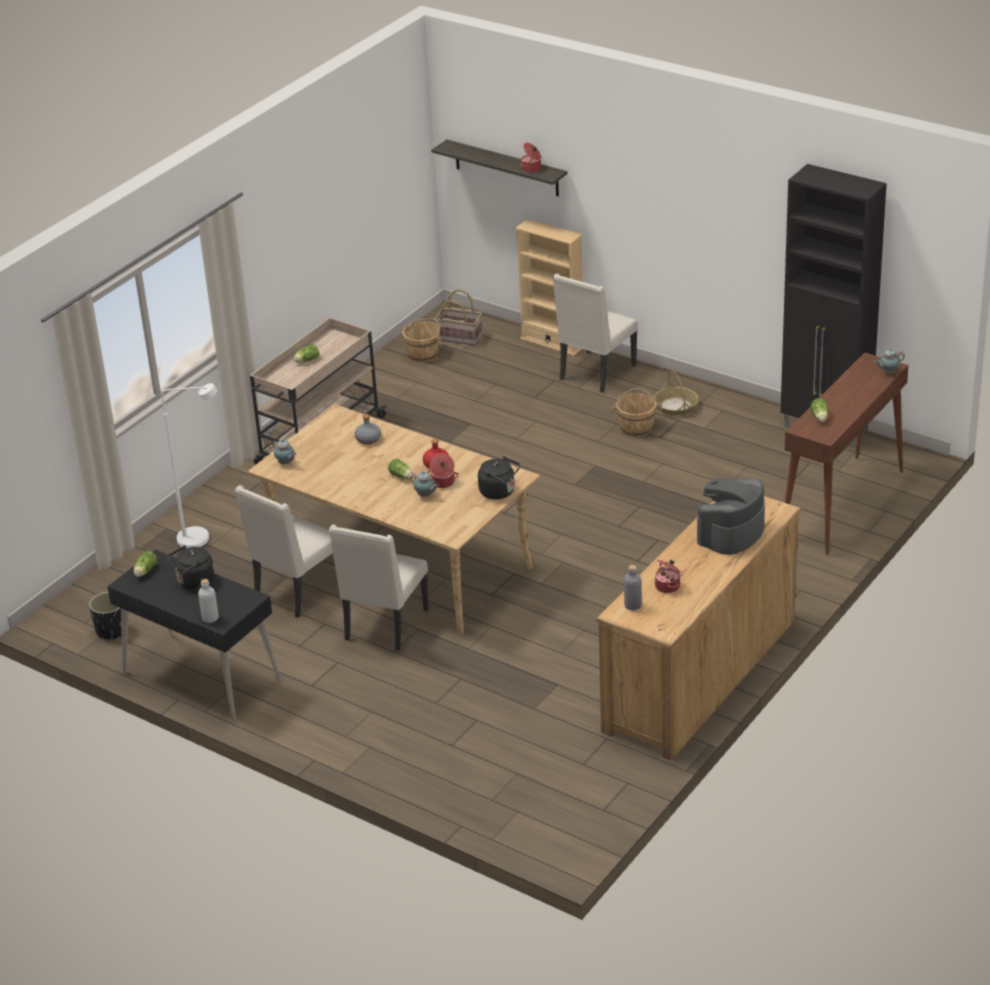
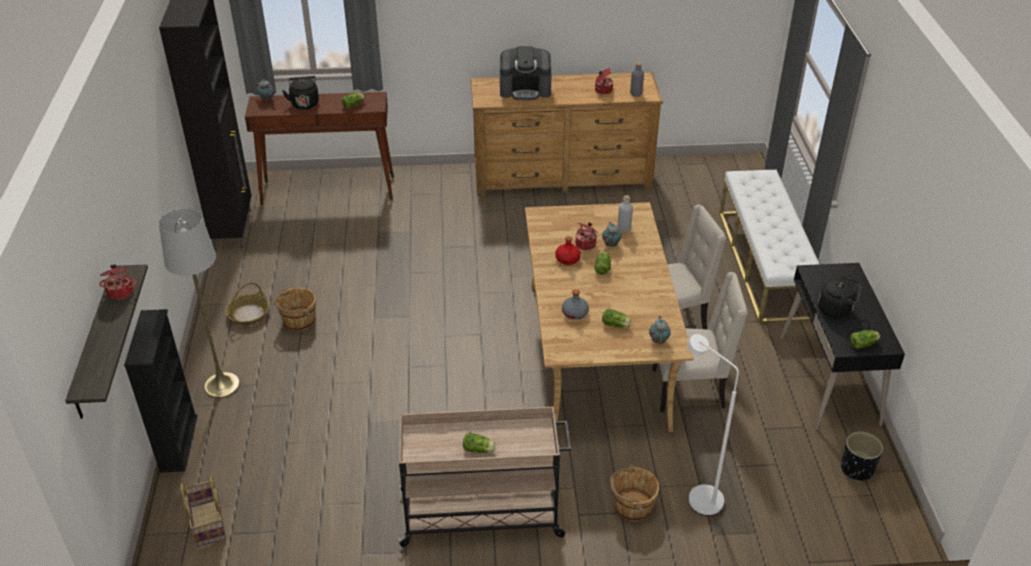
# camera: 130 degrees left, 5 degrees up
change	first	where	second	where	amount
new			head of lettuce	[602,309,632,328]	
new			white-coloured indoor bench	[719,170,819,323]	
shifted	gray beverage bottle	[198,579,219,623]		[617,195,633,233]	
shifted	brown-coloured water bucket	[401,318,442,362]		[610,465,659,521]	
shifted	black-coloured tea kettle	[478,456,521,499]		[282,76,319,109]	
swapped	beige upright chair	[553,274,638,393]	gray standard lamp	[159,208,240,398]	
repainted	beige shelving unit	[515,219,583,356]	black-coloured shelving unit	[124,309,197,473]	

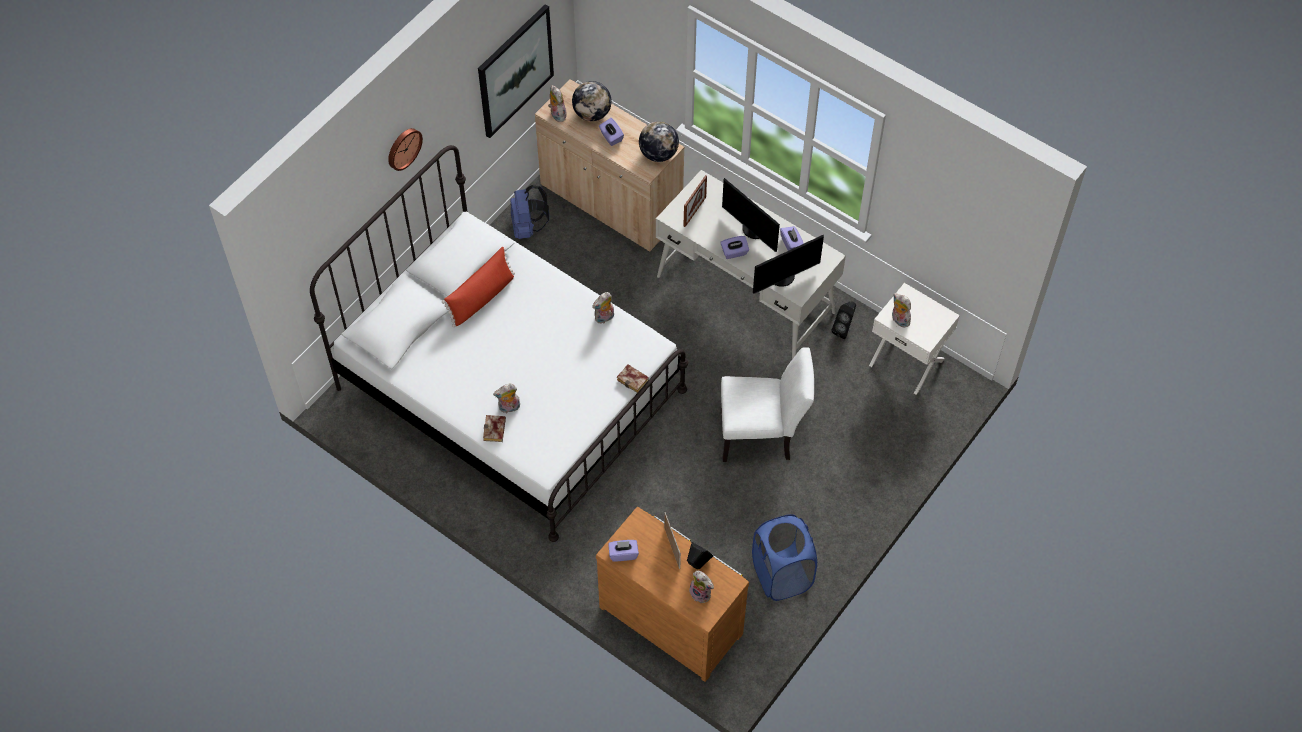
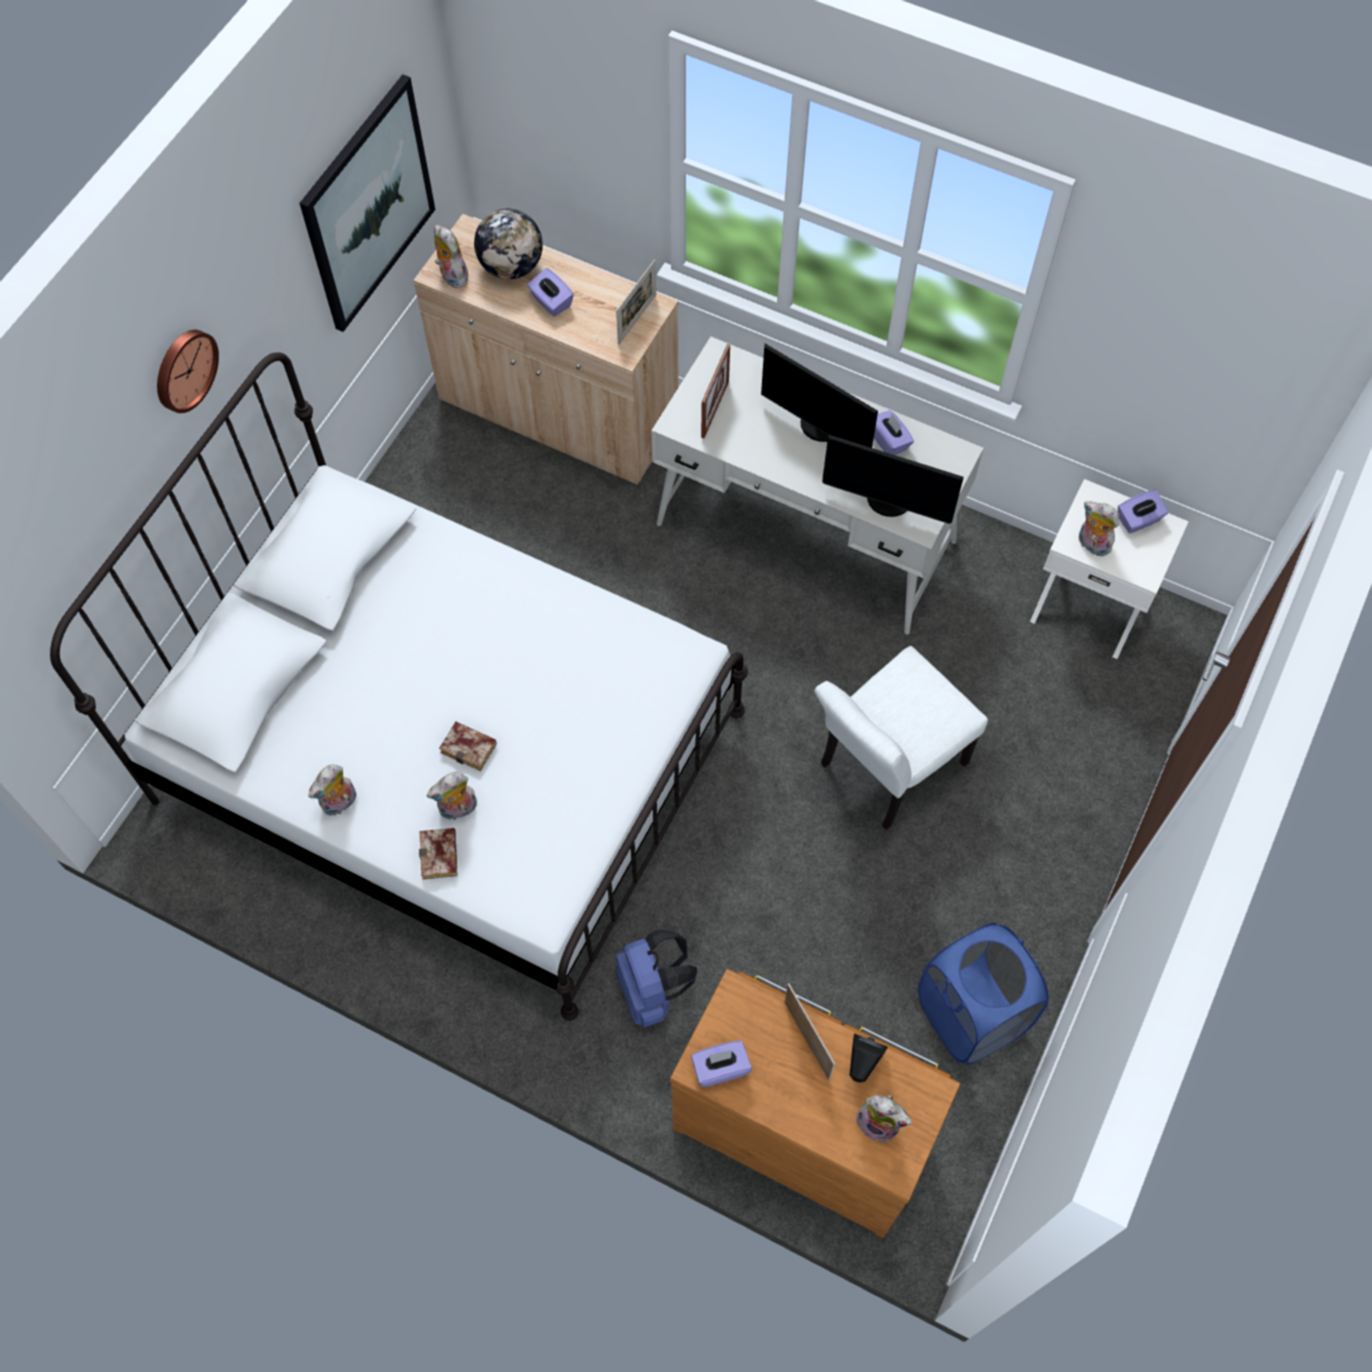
# camera: 10 degrees left, 5 degrees up
change	first	where	second	where	amount
gone	reddish pillow	[442,247,515,327]			
gone	black-coloured audio speaker	[831,301,856,339]			
shifted	bluish knapsack	[510,185,549,239]		[615,930,697,1028]	
shifted	plush toy	[592,292,614,324]		[308,764,356,816]	
shifted	volume	[617,364,649,393]		[439,721,497,771]	
shifted	purplish box of tissues	[720,236,749,259]		[1118,490,1168,533]	
swapped	desk globe	[639,121,679,162]	photo frame	[616,260,656,345]	
rotated	white-coloured upright chair	[721,347,814,462]		[814,646,988,830]	150 degrees clockwise
rotated	computer screen	[753,235,824,294]		[822,434,964,524]	60 degrees clockwise

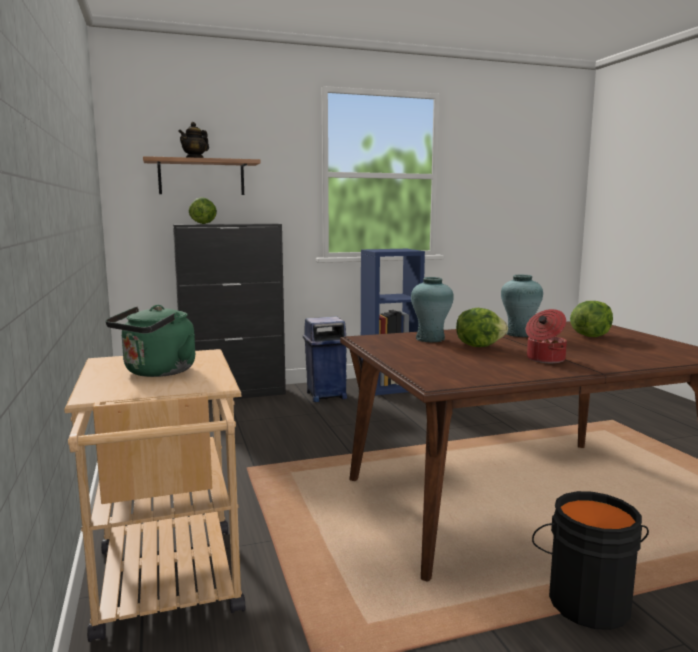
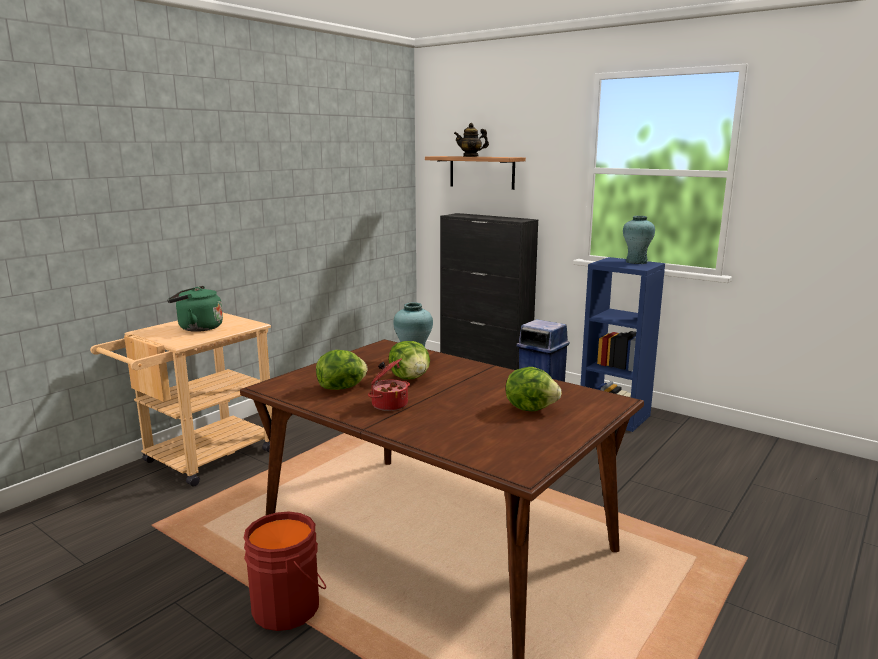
# camera: 55 degrees right, 5 degrees up
change	first	where	second	where	amount
shifted	head of lettuce	[189,197,217,224]		[316,350,367,390]	
shifted	blue-green vase	[501,274,543,337]		[623,216,655,264]	
repainted	black-coloured water bucket	[532,491,649,630]	reddish water bucket	[244,511,326,631]	

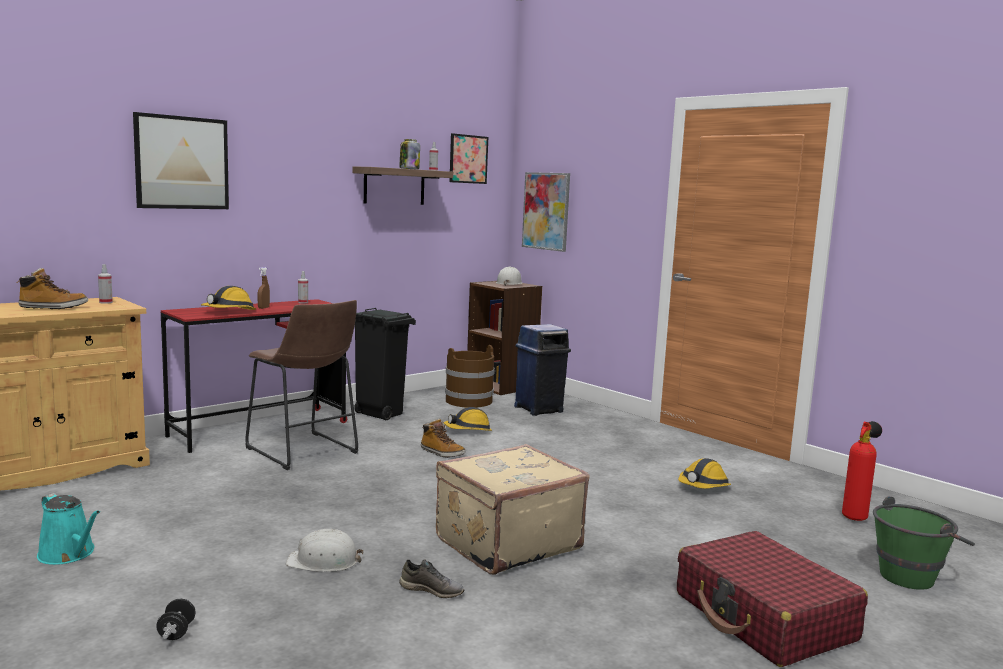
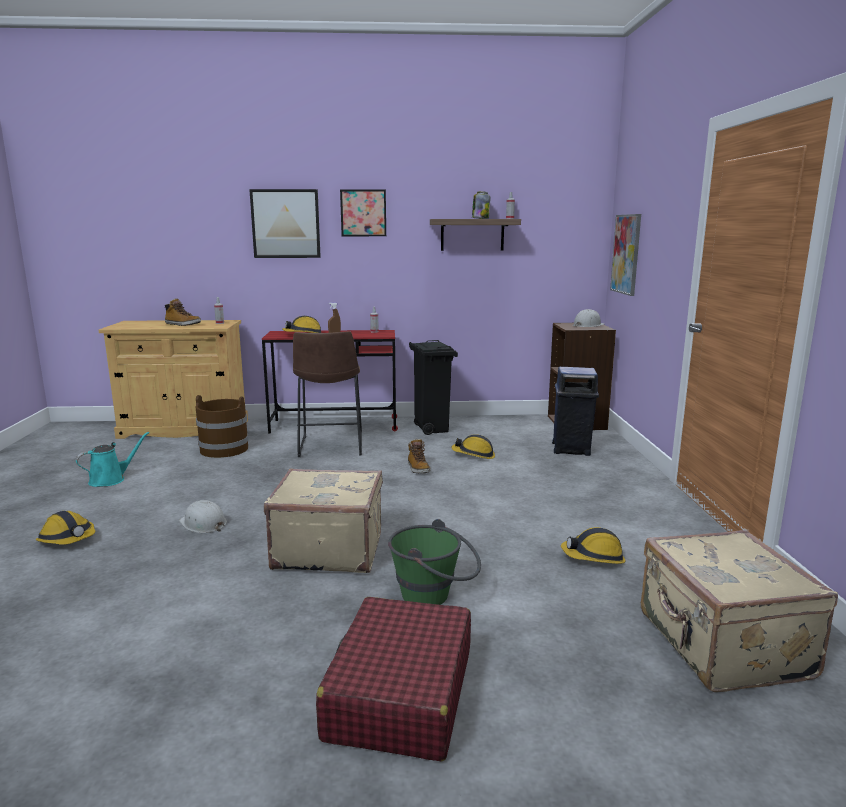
# camera: 40 degrees right, 5 degrees up
change	first	where	second	where	amount
gone	gray low shoe	[399,559,464,598]			
shifted	brown-coloured water bucket	[445,345,495,408]		[196,395,249,458]	
shifted	wall art	[449,133,488,184]		[340,189,386,236]	
shifted	green water bucket	[873,496,975,590]		[388,519,481,605]	
swapped	black-coloured hand weight	[156,599,196,640]	safety helmet	[36,511,95,545]	
swapped	fire-fighting cylinder	[842,421,882,521]	beige suitcase	[641,530,838,692]	
rotated	blue-green watering pot	[37,493,100,565]		[76,432,149,487]	120 degrees counterclockwise

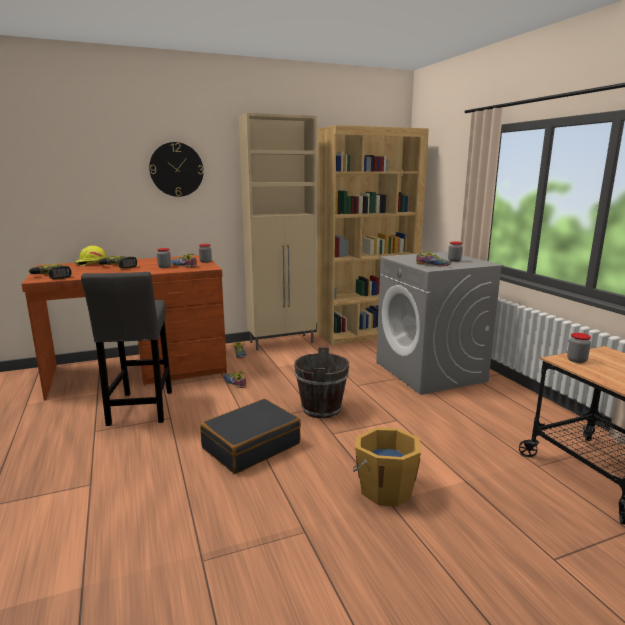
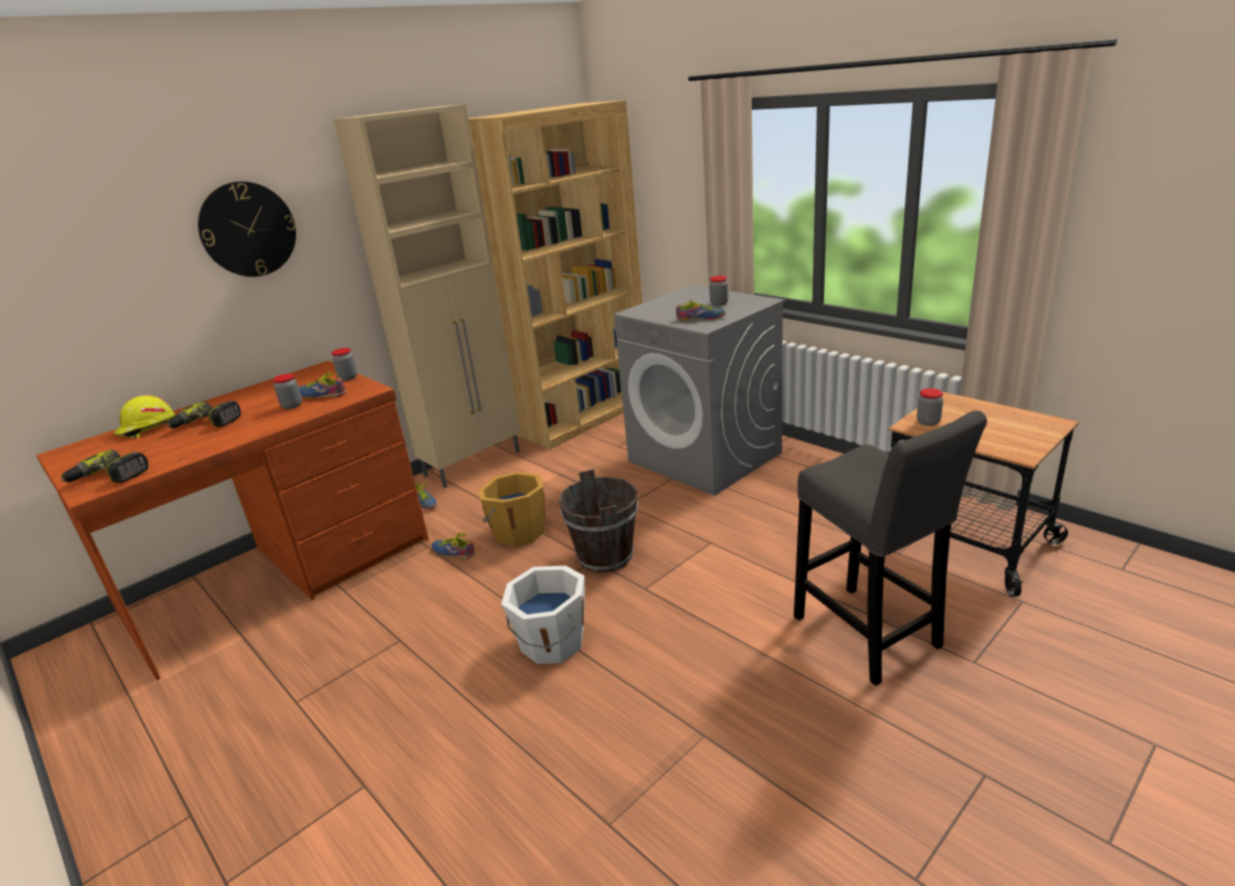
# camera: 20 degrees left, 10 degrees up
change	first	where	second	where	amount
shifted	gray sitting stool	[81,272,172,426]		[794,411,987,686]	
shifted	orange-coloured water bucket	[353,428,421,507]		[478,472,545,547]	
swapped	black-coloured suitcase	[200,399,301,474]	white-coloured water bucket	[501,566,585,664]	

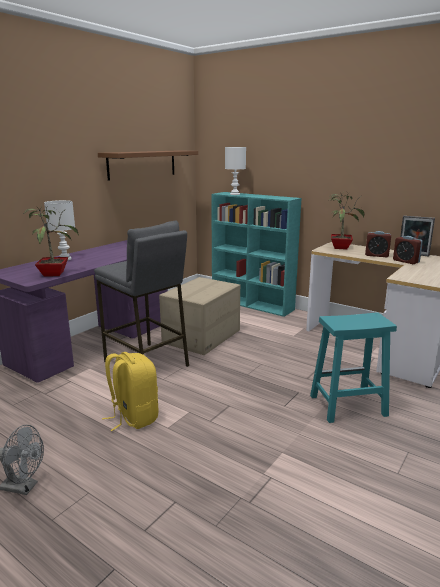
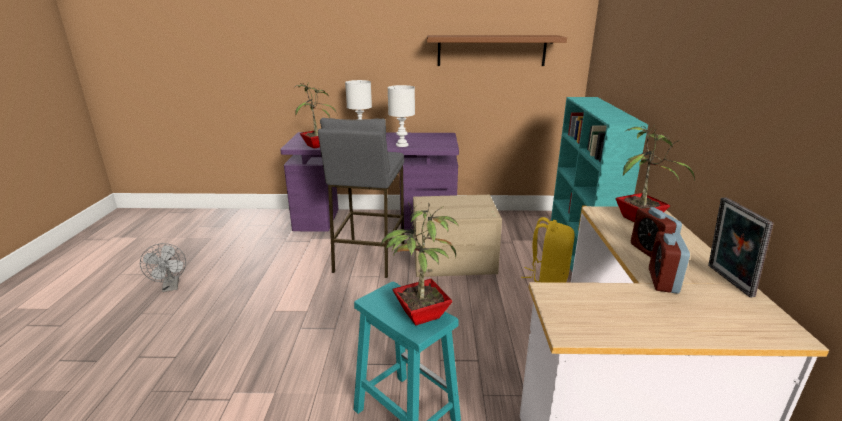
# camera: 55 degrees right, 5 degrees up
change	first	where	second	where	amount
new			houseplant	[380,203,459,325]	
shifted	yellow knapsack	[102,352,158,431]		[521,217,574,283]	
shifted	white-coloured tabletop lamp	[225,147,246,195]		[388,85,415,147]	

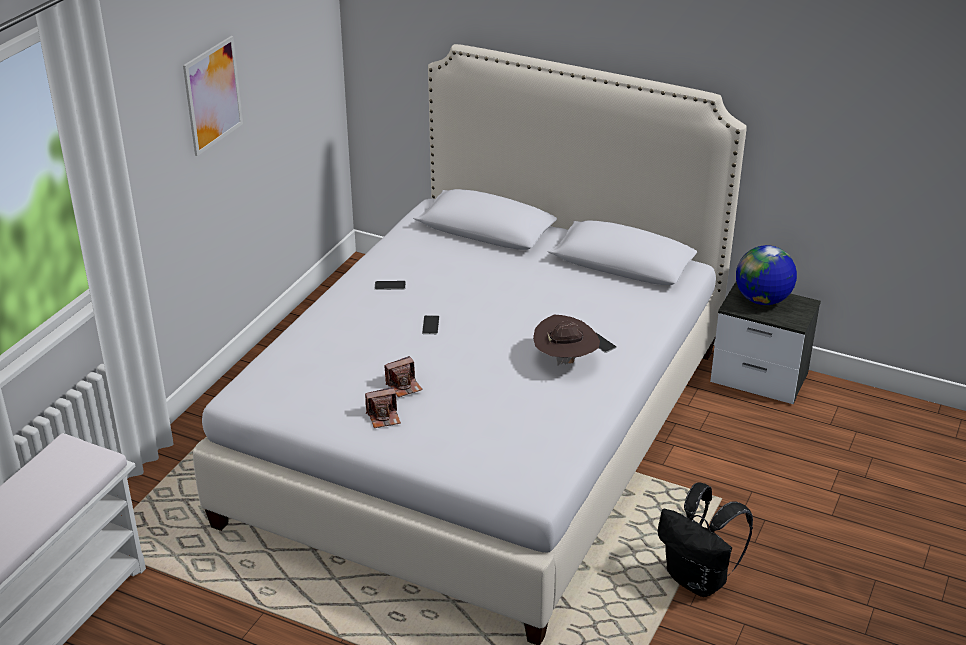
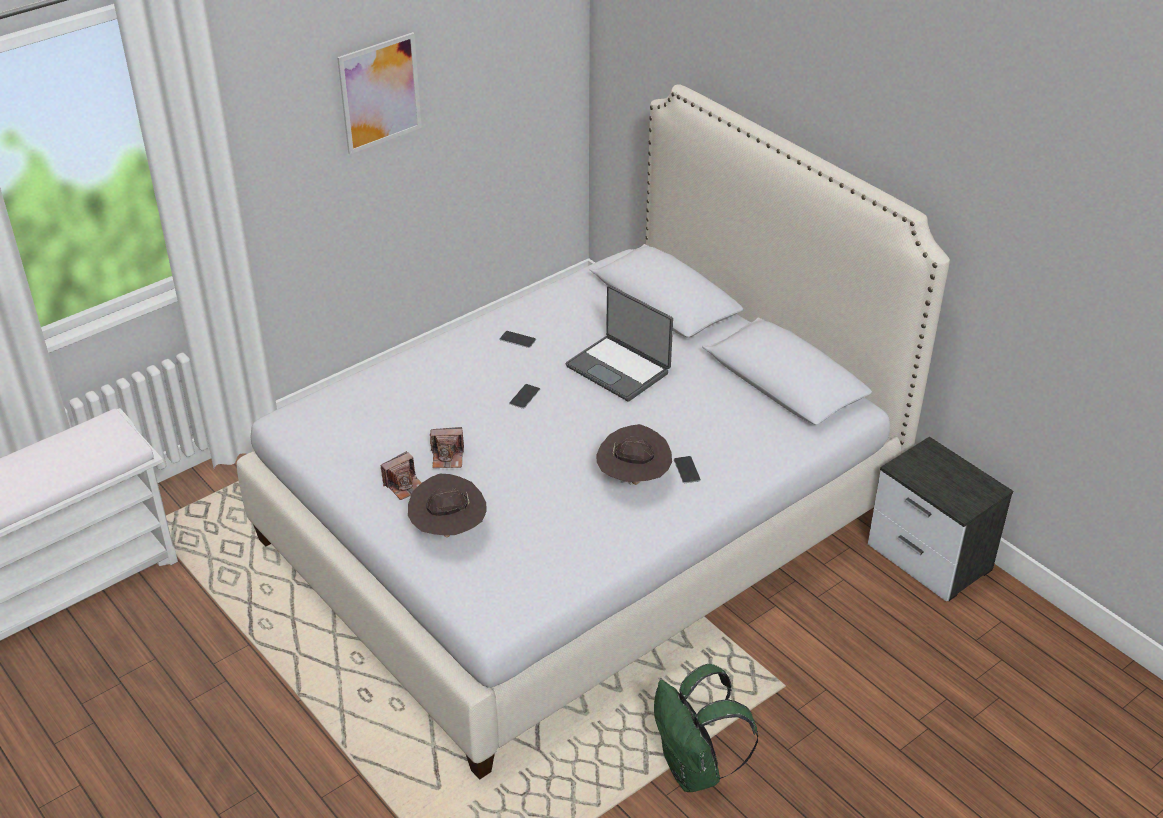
# camera: 25 degrees right, 5 degrees up
change	first	where	second	where	amount
gone	desk globe	[736,245,797,305]			
new			brown-coloured clothing hat	[408,474,487,537]	
new			laptop	[565,285,673,402]	
repainted	black-coloured knapsack	[658,482,753,597]	green knapsack	[654,664,758,792]	
rotated	photo camera	[365,387,401,428]		[380,451,421,500]	45 degrees counterclockwise

